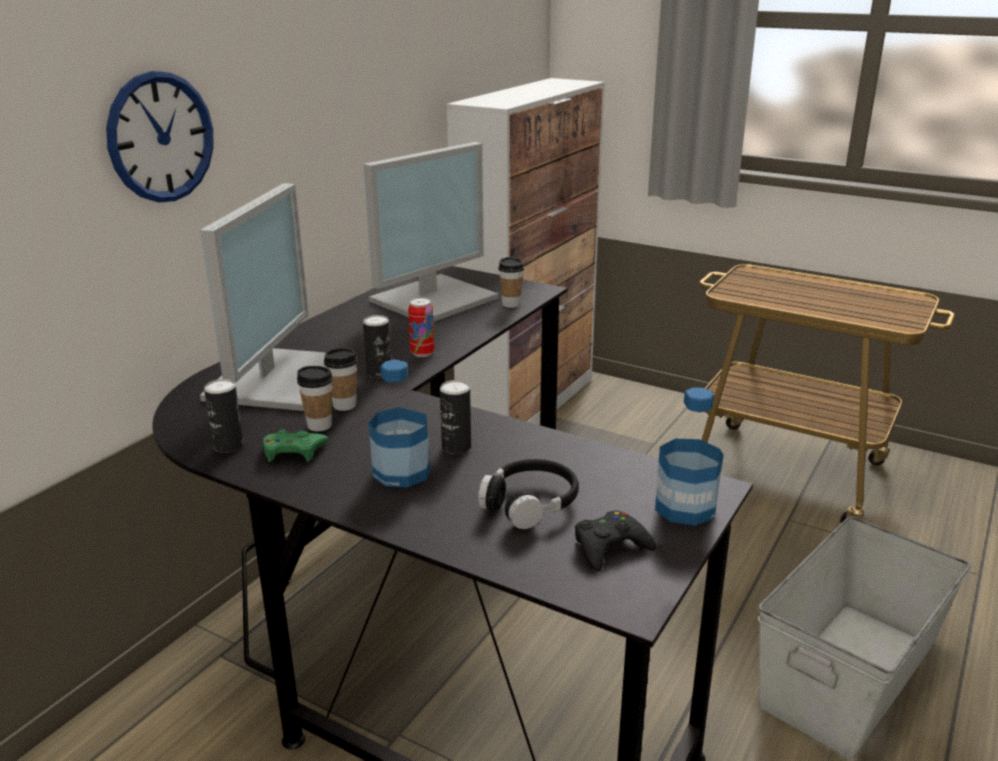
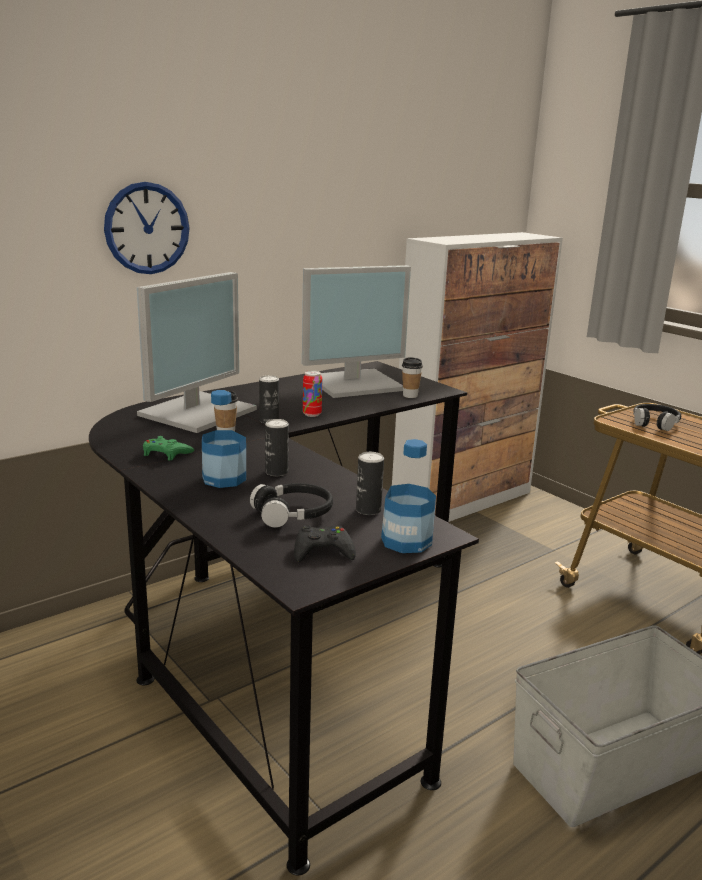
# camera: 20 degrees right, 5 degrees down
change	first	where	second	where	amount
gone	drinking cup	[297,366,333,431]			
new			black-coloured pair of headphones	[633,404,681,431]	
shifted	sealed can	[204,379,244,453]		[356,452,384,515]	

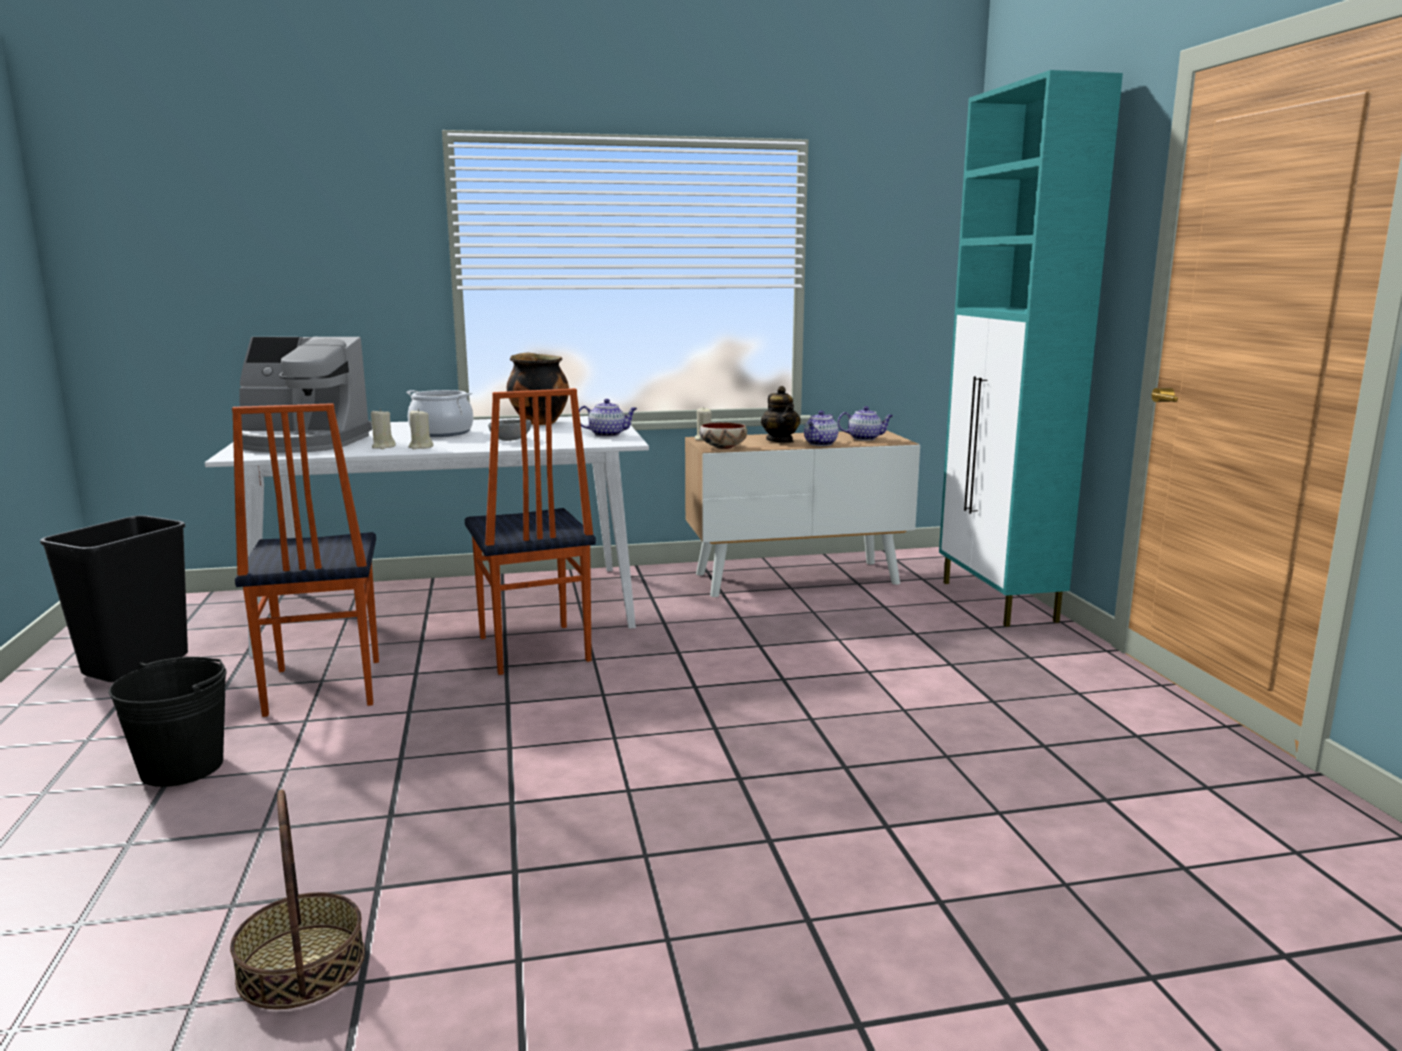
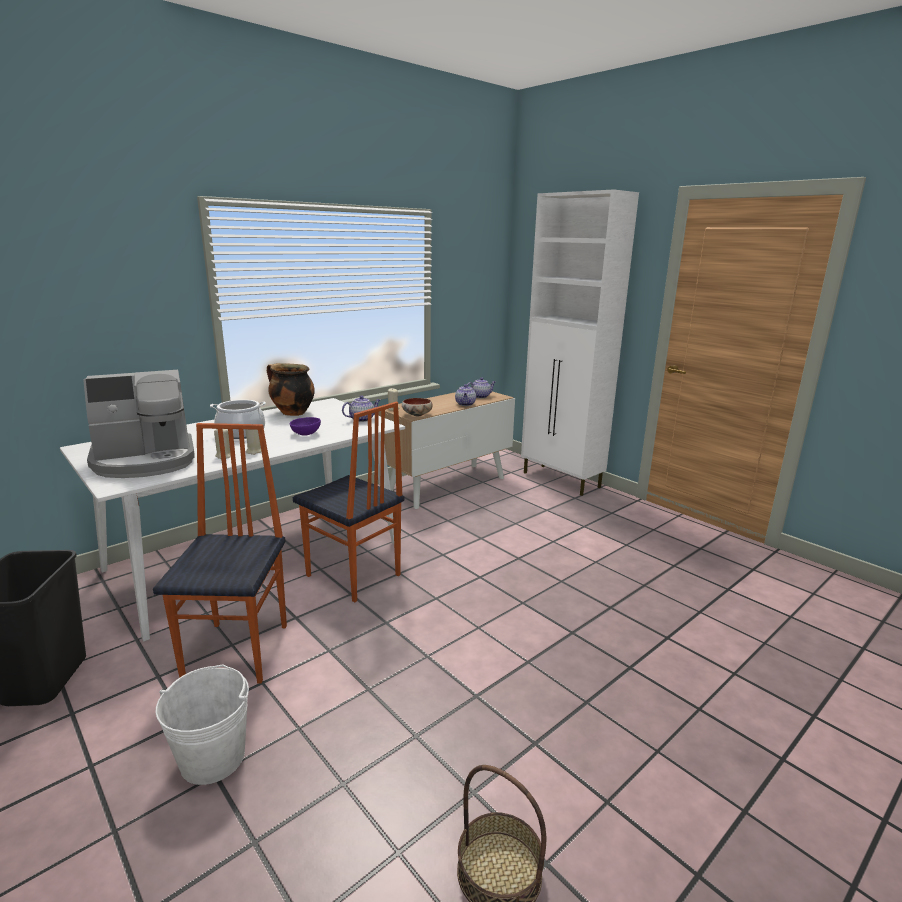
# camera: 30 degrees left, 5 degrees up
change	first	where	second	where	amount
gone	pot for tea	[761,386,801,443]			
repainted	black-coloured water bucket	[109,657,227,787]	white-coloured water bucket	[155,665,249,785]	
repainted	gray serving bowl	[488,419,531,441]	purplish serving bowl	[290,417,321,436]	
repainted	blue-green cabinet	[939,70,1123,627]	white-coloured cabinet	[521,189,639,496]	
rotated	upright chair	[232,403,379,717]		[153,423,287,684]	135 degrees counterclockwise

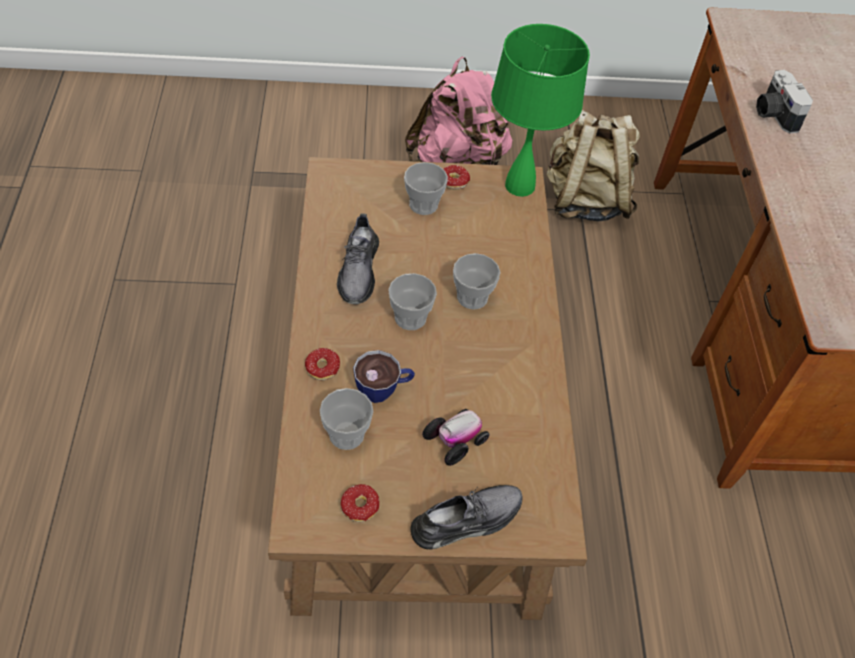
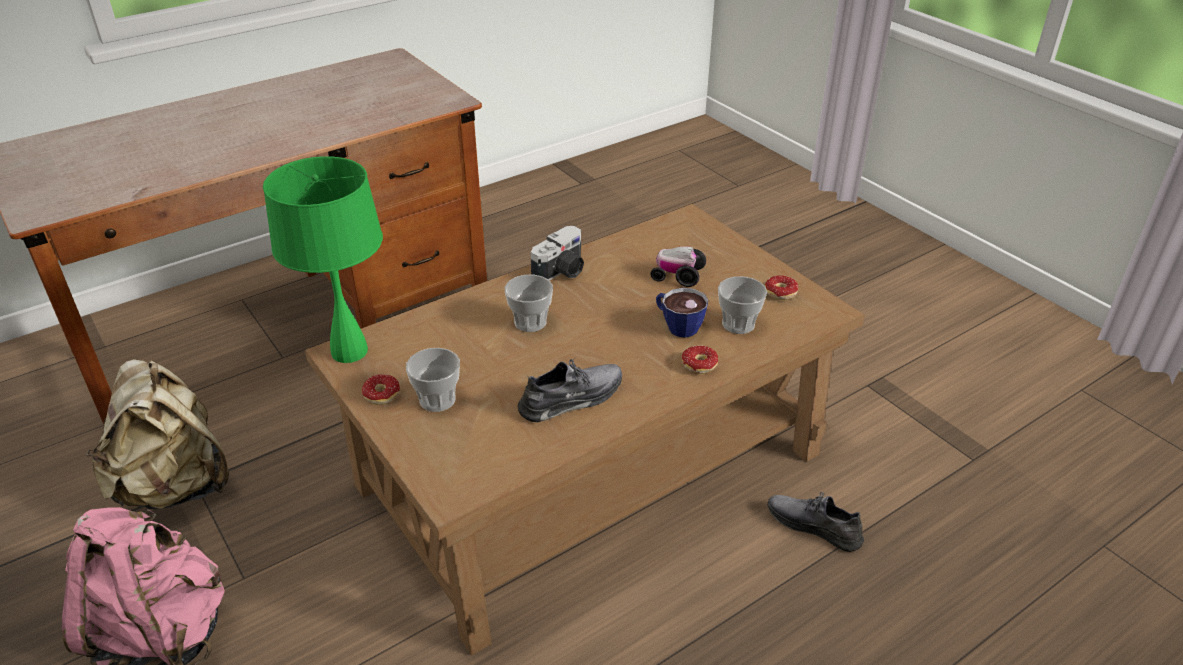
# camera: 120 degrees left, 15 degrees down
change	first	where	second	where	amount
gone	drinking cup	[388,273,437,330]			
shifted	gray low shoe	[411,485,523,550]		[767,492,864,552]	
shifted	photo camera	[756,70,813,134]		[531,226,584,280]	

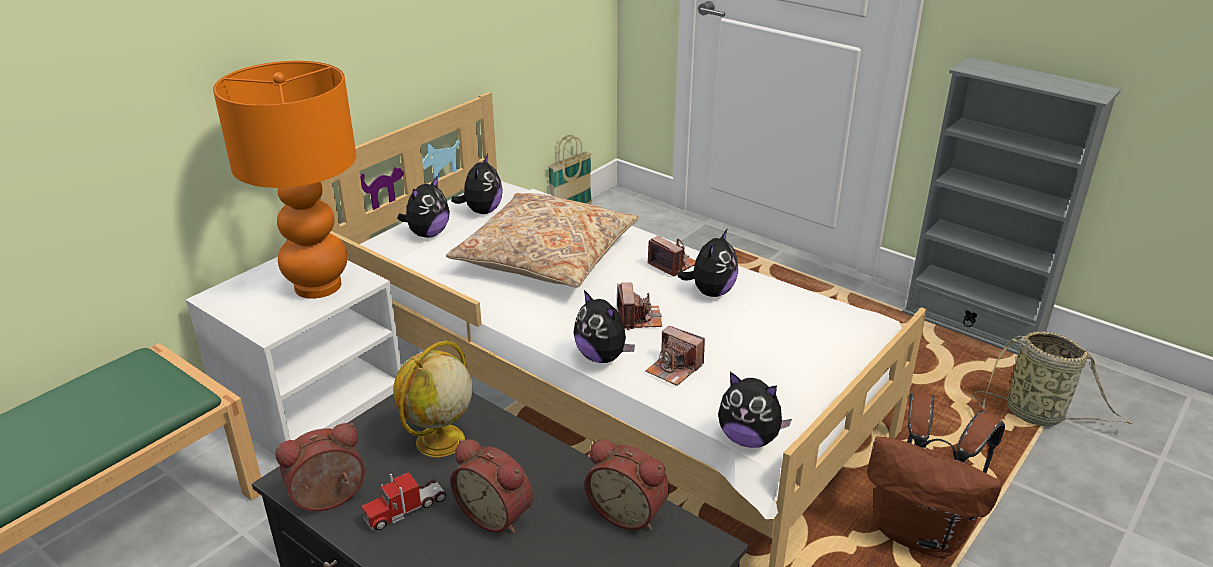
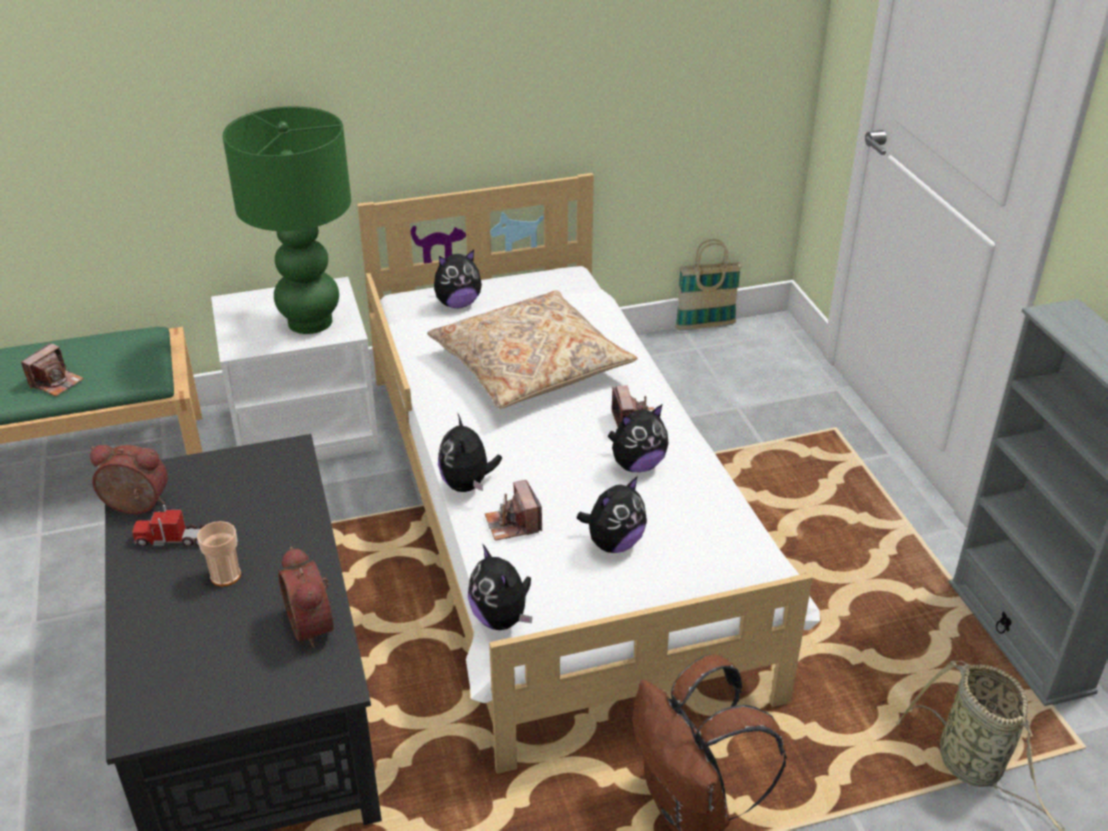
# camera: 35 degrees right, 5 degrees up
change	first	where	second	where	amount
gone	desk globe	[393,341,472,457]			
shifted	plush toy	[451,154,503,214]		[577,476,647,553]	
shifted	photo camera	[617,282,662,330]		[21,343,84,396]	
swapped	table clock	[450,439,533,534]	drinking cup	[197,521,241,586]	
repainted	orange-coloured tabletop lamp	[213,61,356,299]	green tabletop lamp	[222,106,351,334]	

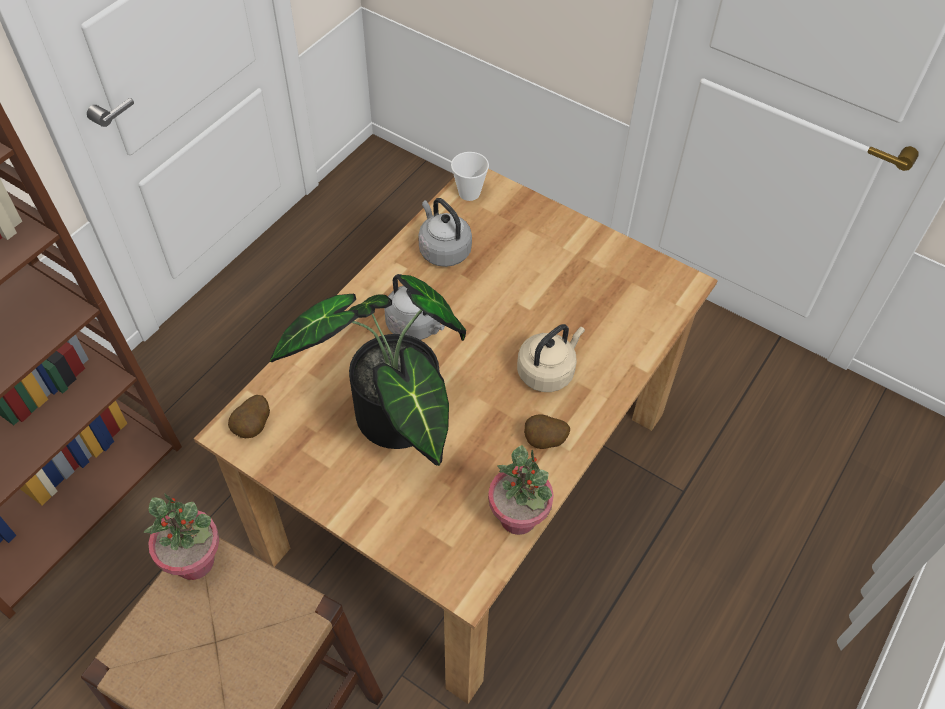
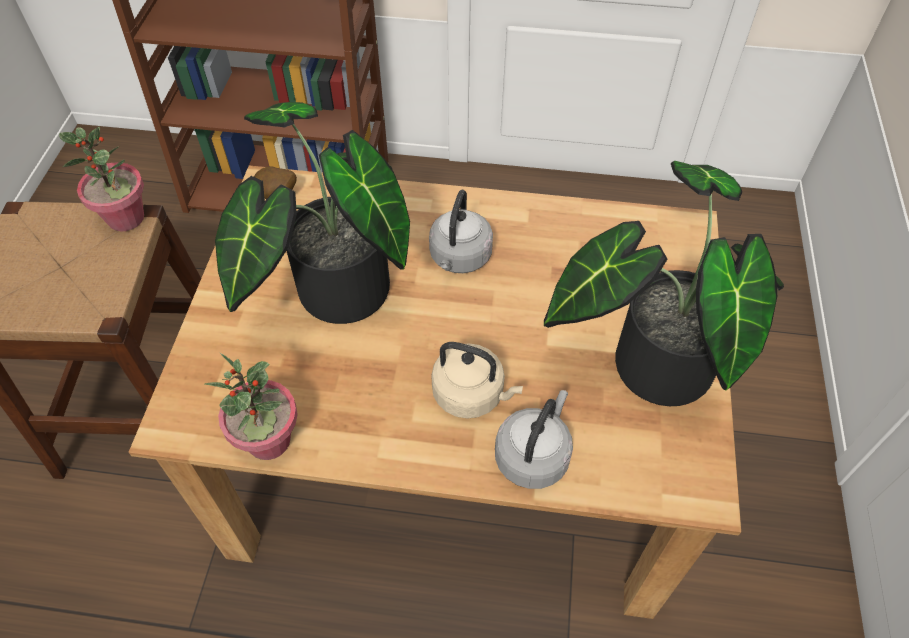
# camera: 65 degrees right, 0 degrees up
change	first	where	second	where	amount
gone	drinking cup	[451,152,489,201]			
gone	whole potato	[524,414,570,449]			
new			houseplant	[544,161,784,406]	
shifted	gray tea kettle	[418,198,472,267]		[495,390,573,489]	

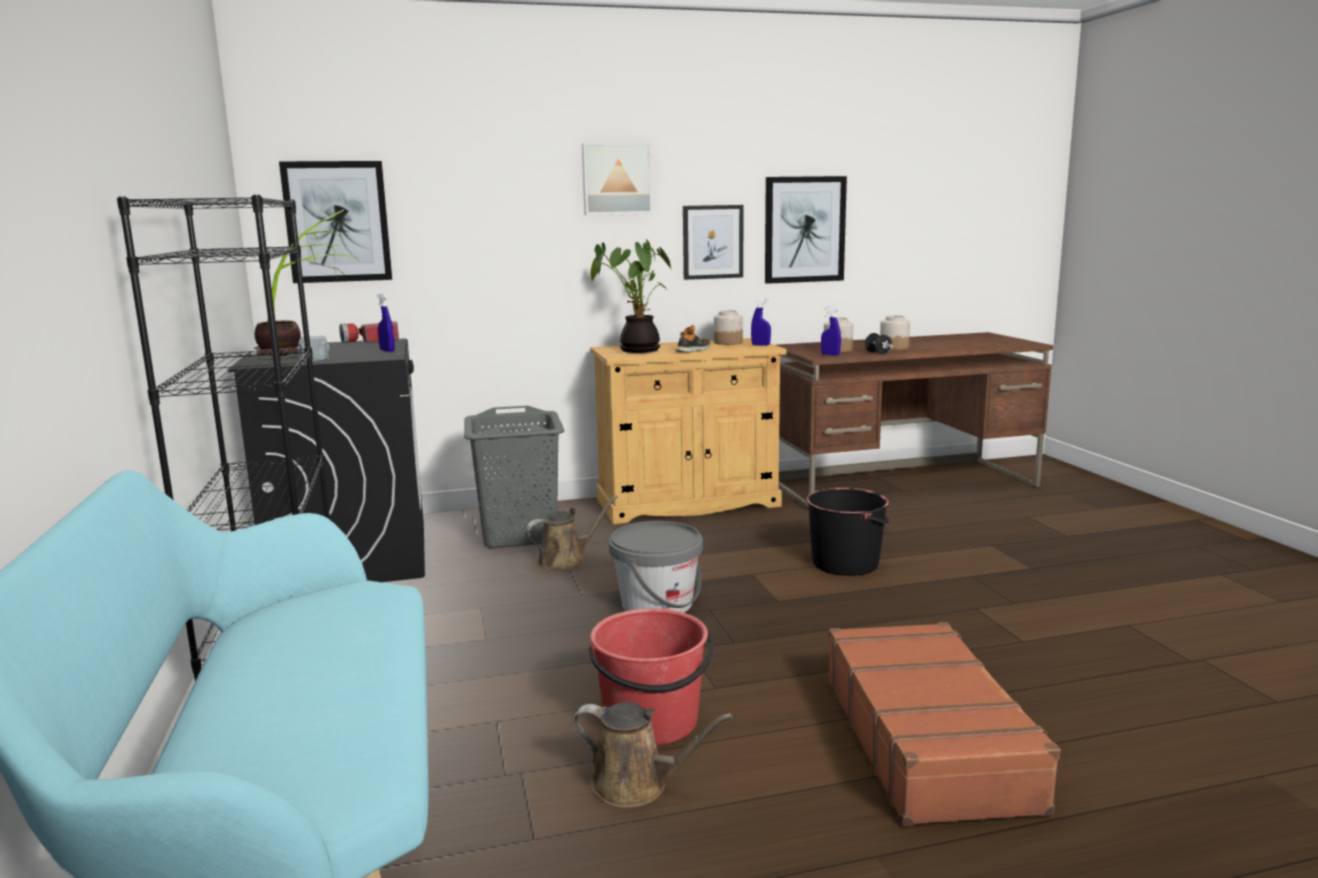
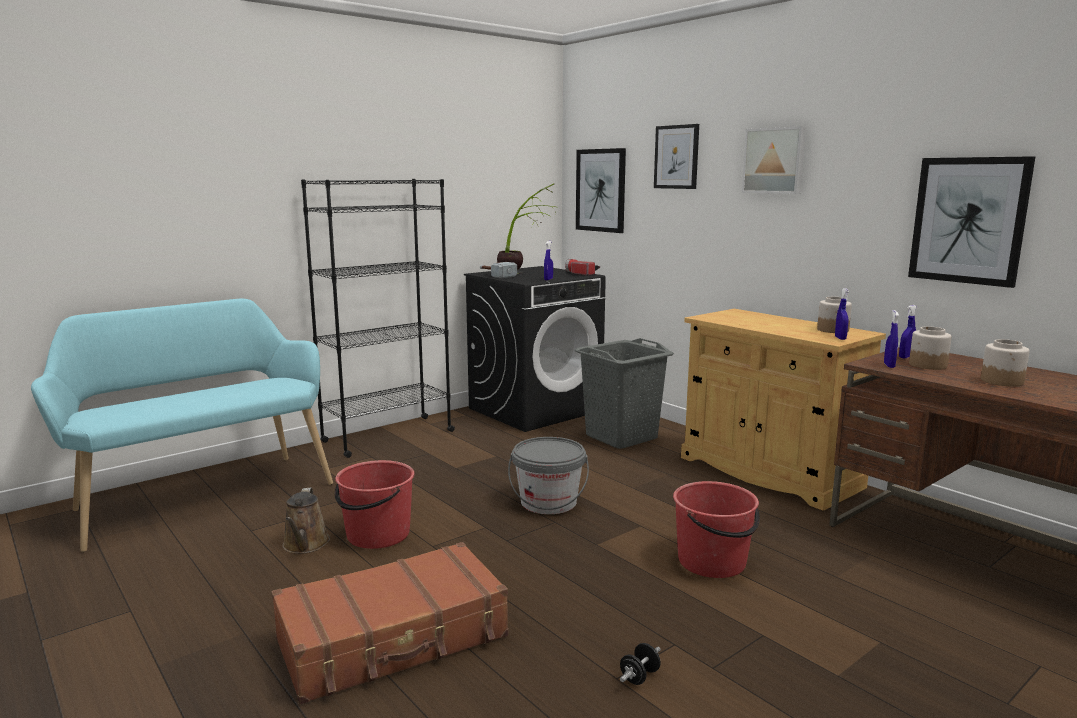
# camera: 65 degrees right, 0 degrees up
change	first	where	second	where	amount
gone	brown-coloured watering pot	[526,495,618,570]			
gone	houseplant	[590,239,671,353]			
gone	low shoe	[676,325,710,352]			
new			bluish hand sprayer	[899,305,917,358]	
shifted	wall art	[683,205,743,280]		[654,124,699,189]	
shifted	black-coloured hand weight	[865,333,893,354]		[620,643,661,685]	
repainted	black-coloured water bucket	[806,488,890,576]	reddish water bucket	[673,481,760,578]	

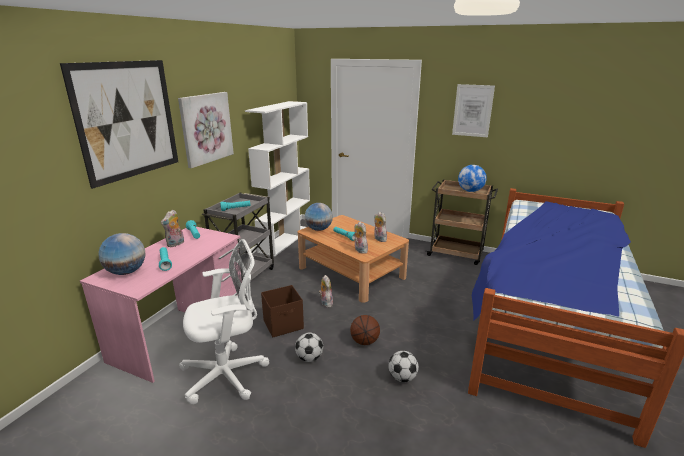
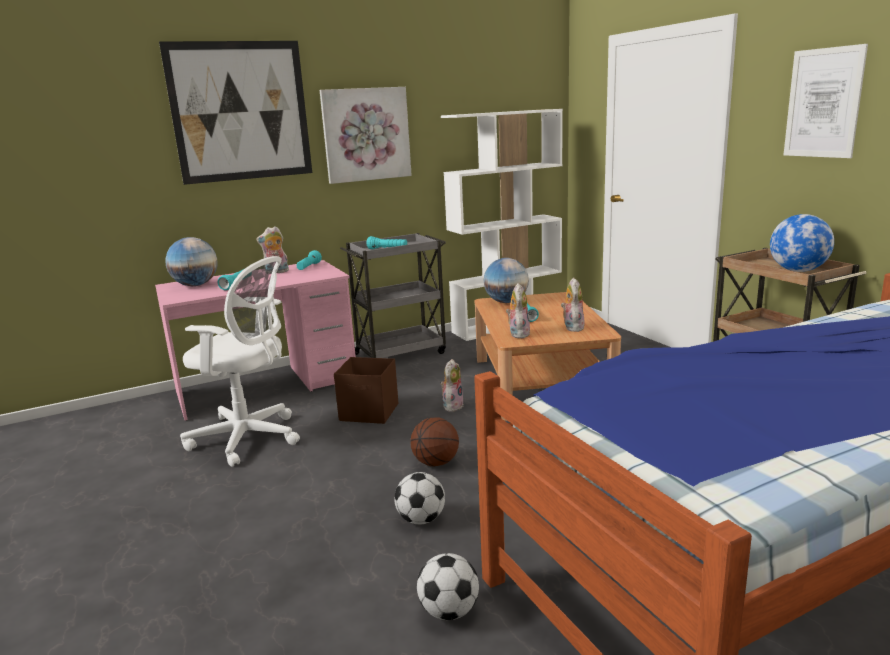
# camera: 40 degrees right, 5 degrees down
change	first	where	second	where	amount
shifted	ball for football	[295,333,323,362]		[417,553,479,620]	

